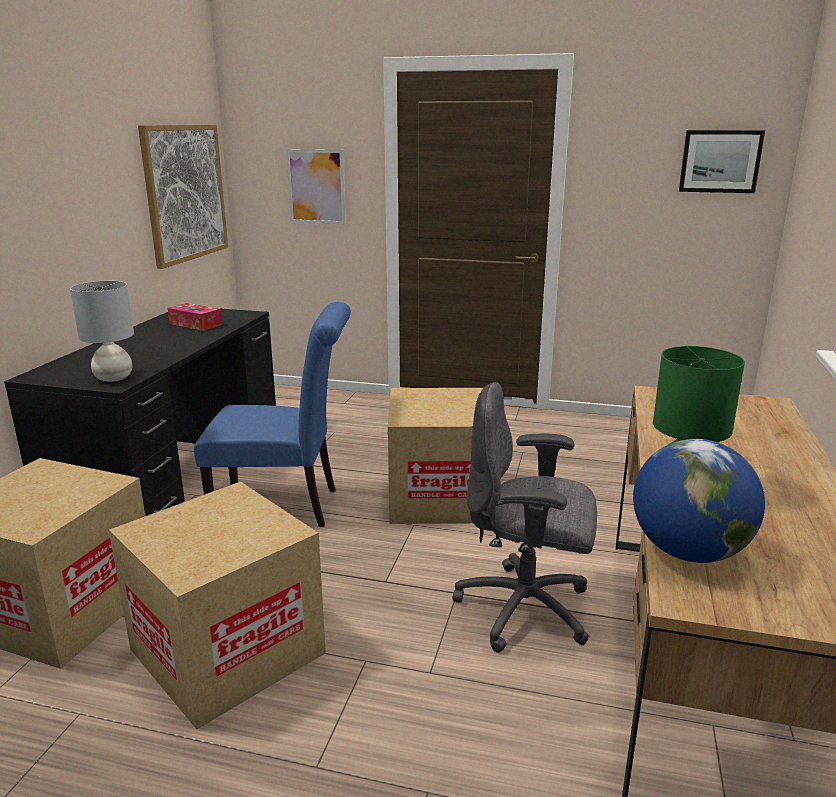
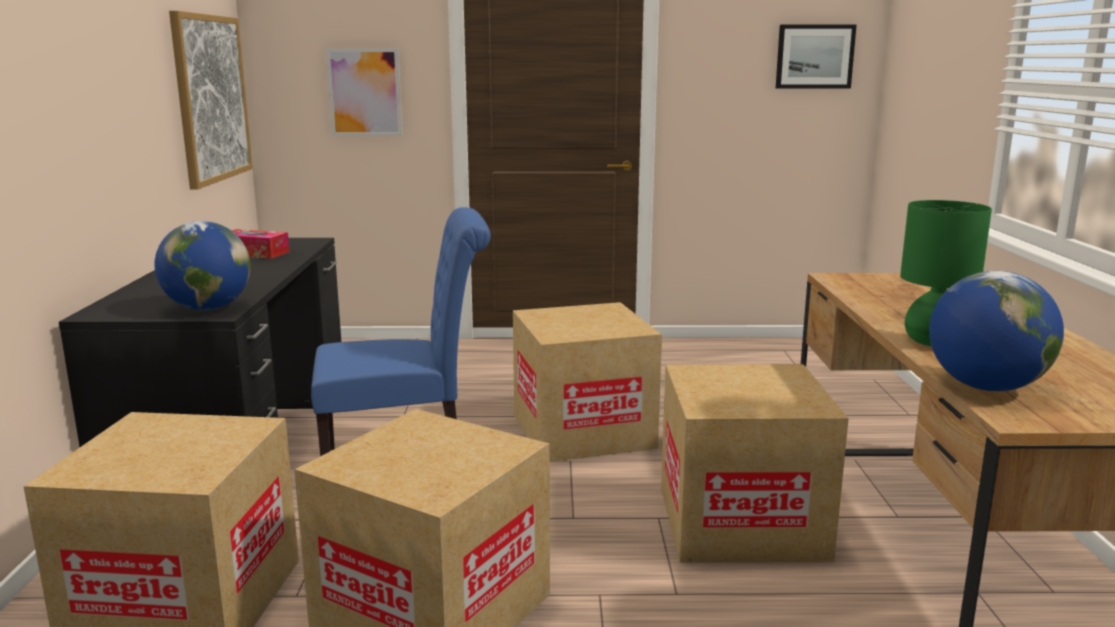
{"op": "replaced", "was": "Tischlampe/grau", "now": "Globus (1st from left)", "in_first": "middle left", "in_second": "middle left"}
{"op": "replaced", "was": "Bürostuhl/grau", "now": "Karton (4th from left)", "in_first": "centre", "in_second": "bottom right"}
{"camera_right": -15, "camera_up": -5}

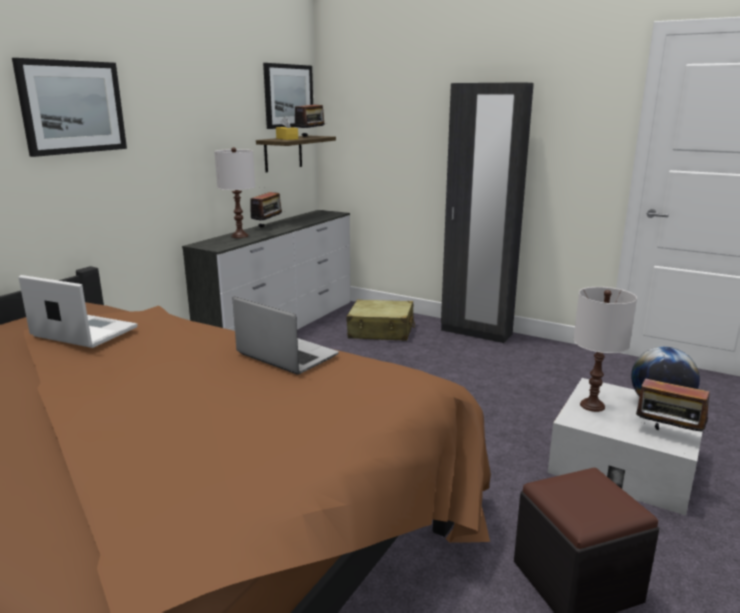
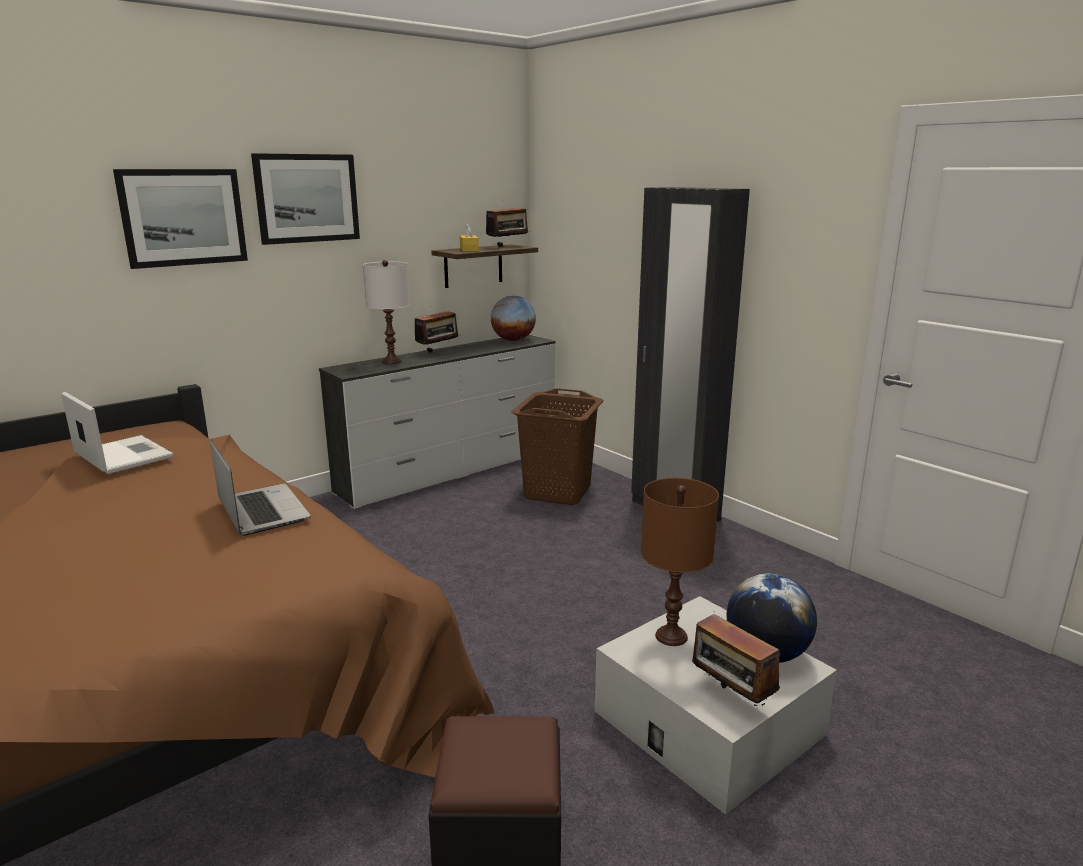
{"op": "moved", "was": "Bild (2nd from left)", "in_first": "top centre", "in_second": "top left"}
{"op": "added", "now": "Globus (1st from left)", "in_second": "centre"}
{"op": "replaced", "was": "Koffer/beige", "now": "Wäschekorb/braun", "in_first": "centre", "in_second": "centre"}
{"op": "recoloured", "was": "Tischlampe/weiß (2nd from left)", "now": "Tischlampe/braun", "in_first": "middle right", "in_second": "centre"}
{"camera_right": 20, "camera_up": 0}

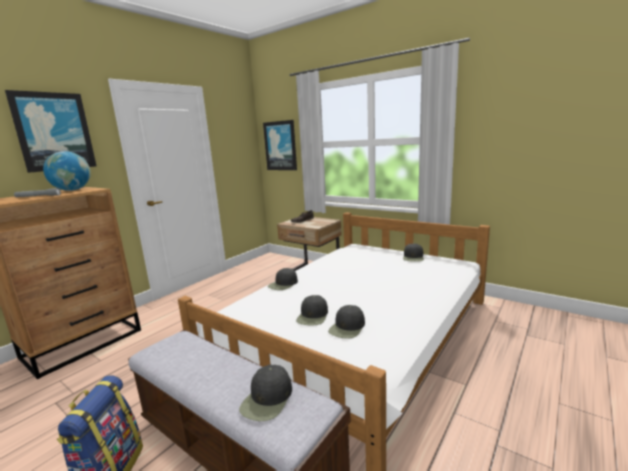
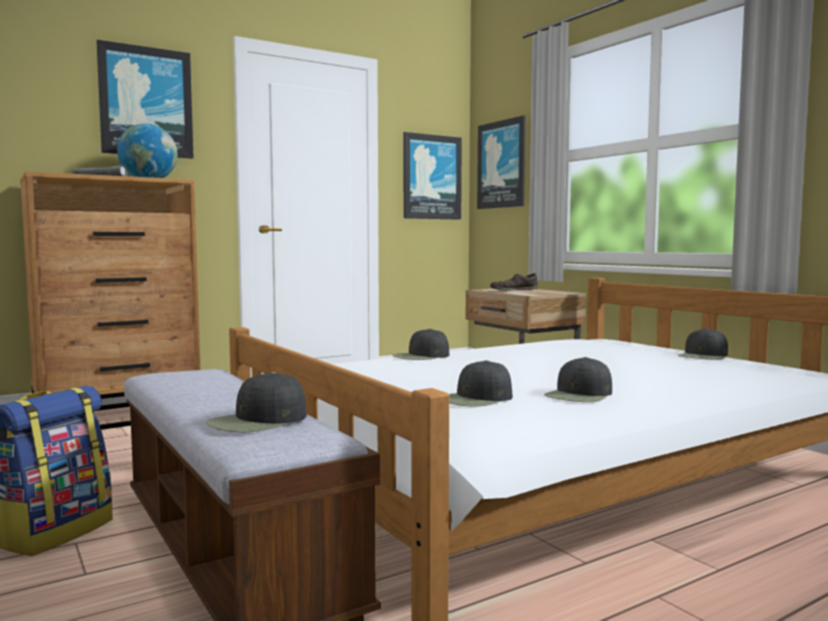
{"op": "added", "now": "Bild (2nd from left)", "in_second": "top centre"}
{"op": "moved", "was": "Kappe/schwarz (3rd from left in the first image)", "now": "Kappe/schwarz (4th from left)", "in_first": "centre", "in_second": "middle right"}
{"camera_right": 20, "camera_up": -10}

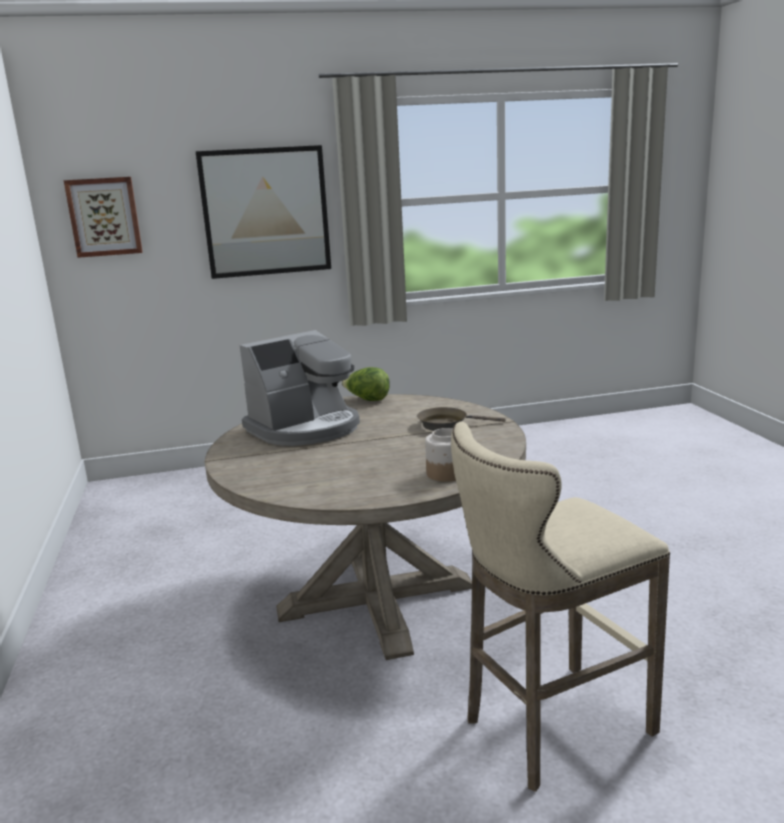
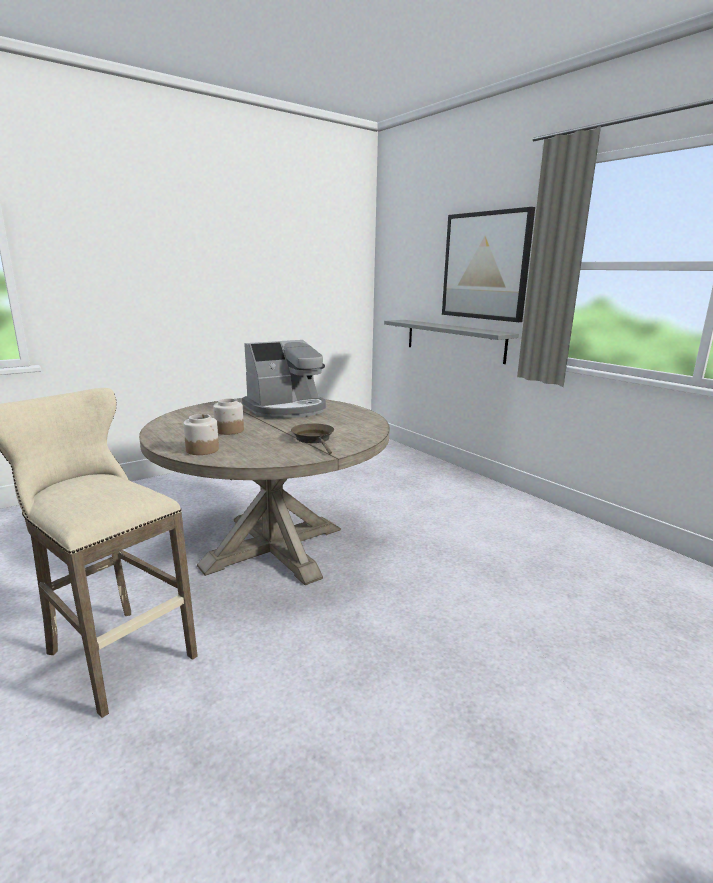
{"op": "added", "now": "Vorratsglas (2nd from left)", "in_second": "middle left"}
{"op": "turned", "was": "Kaffeemaschine", "in_first": "centre", "in_second": "centre", "clockwise": -60}
{"op": "added", "now": "Wandregal/grau", "in_second": "centre"}
{"op": "removed", "was": "Bild (1st from left)", "in_first": "top left"}
{"op": "removed", "was": "Salatkopf", "in_first": "centre"}
{"camera_right": 65, "camera_up": 0}

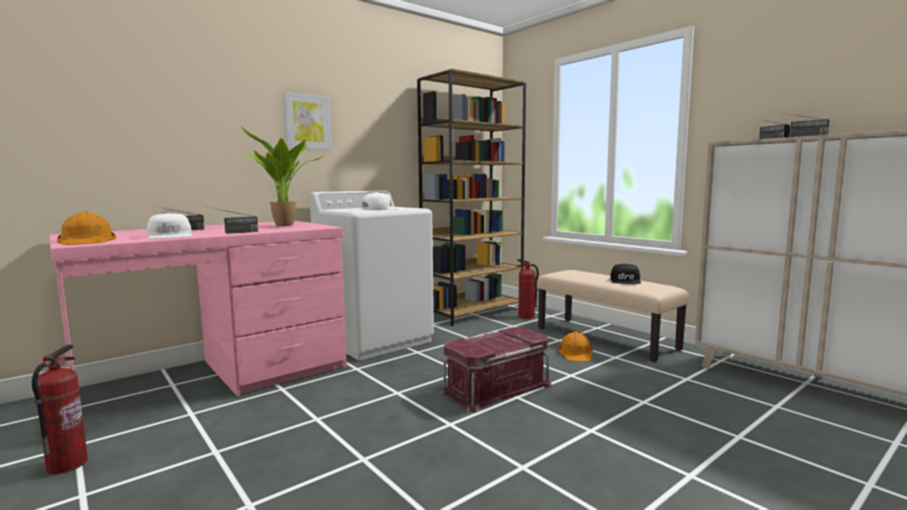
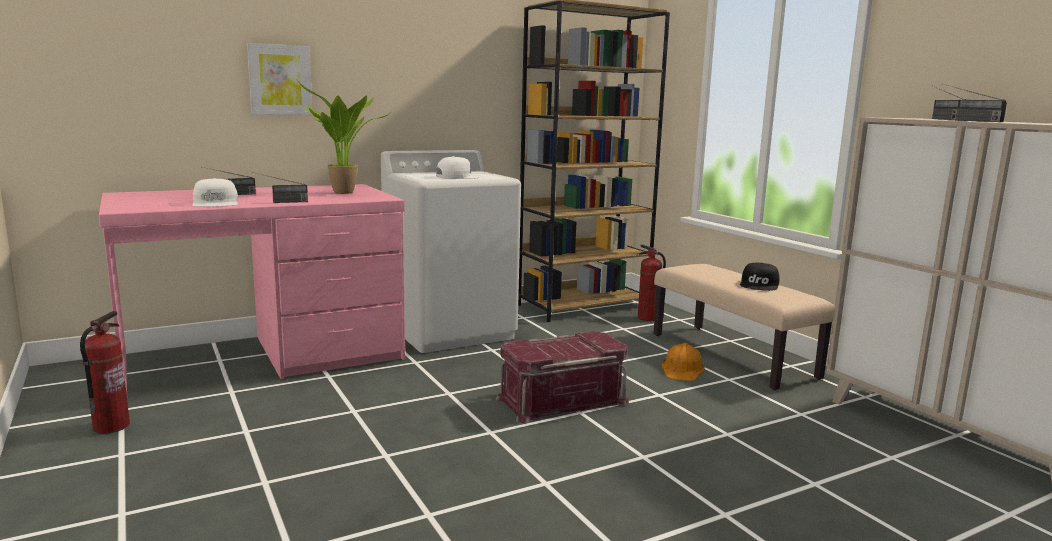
{"op": "moved", "was": "Bild", "in_first": "top centre", "in_second": "top left"}
{"op": "removed", "was": "Schutzhelm/orange (1st from left)", "in_first": "middle left"}
{"camera_right": 10, "camera_up": 5}

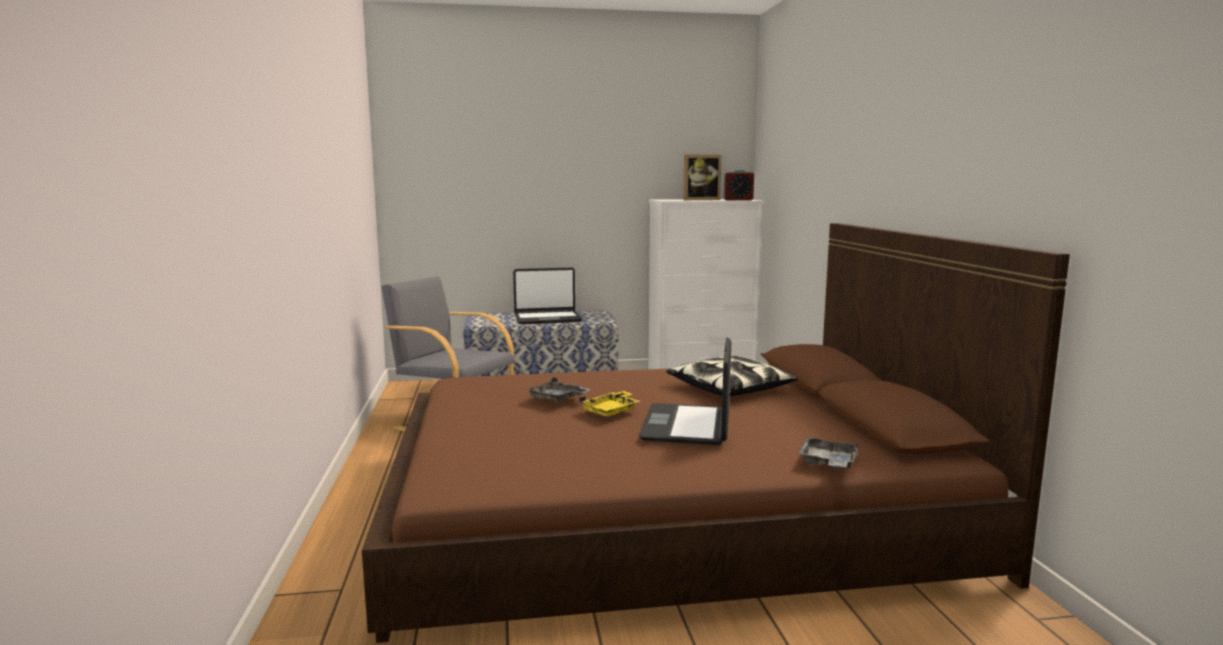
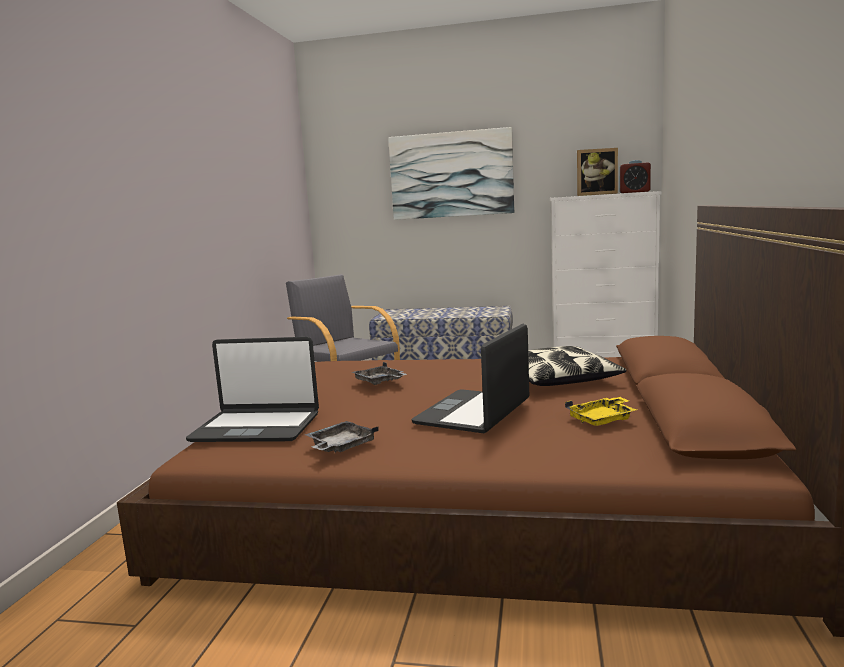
{"op": "moved", "was": "Laptop (1st from left)", "in_first": "centre", "in_second": "middle left"}
{"op": "moved", "was": "Tablett/grau (2nd from left in the first image)", "now": "Tablett/grau (1st from left)", "in_first": "bottom right", "in_second": "centre"}
{"op": "added", "now": "Bild", "in_second": "top centre"}
{"op": "moved", "was": "Tablett/gelb", "in_first": "centre", "in_second": "middle right"}
{"camera_right": 20, "camera_up": 0}

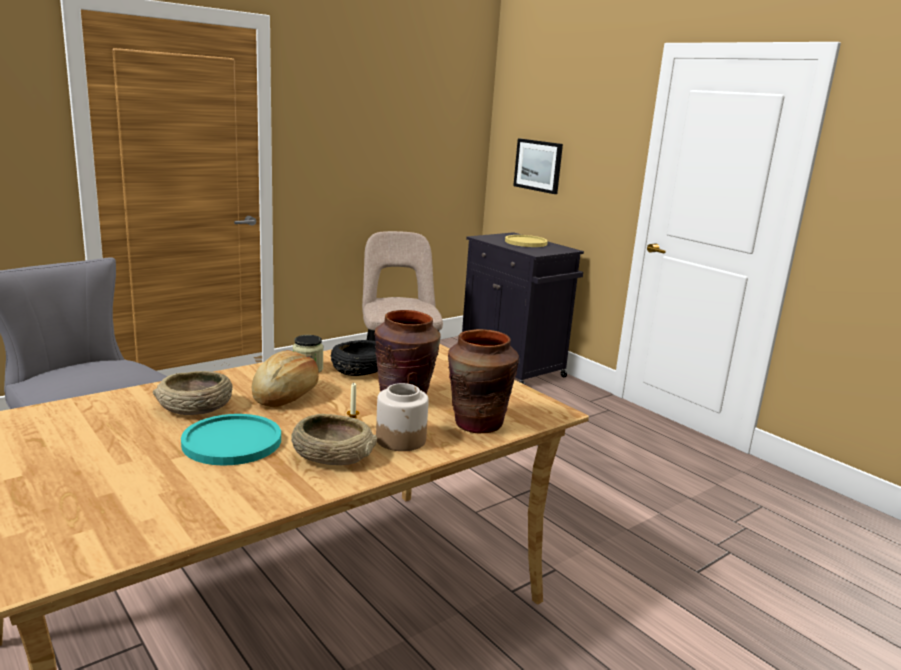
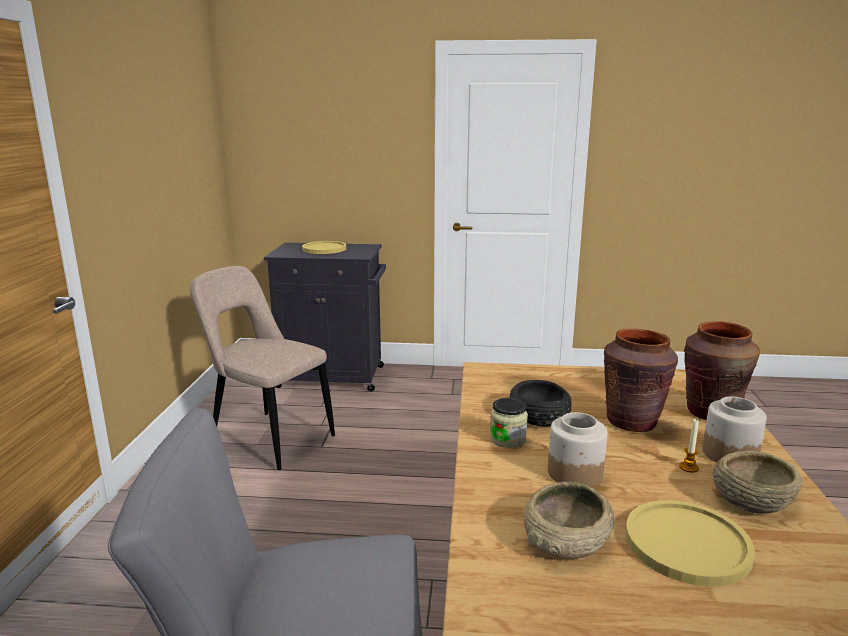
{"op": "replaced", "was": "Brot", "now": "Vorratsglas (2nd from left)", "in_first": "middle left", "in_second": "bottom right"}
{"op": "recoloured", "was": "Teller/türkis", "now": "Teller/gelb (2nd from left)", "in_first": "middle left", "in_second": "bottom right"}
{"op": "removed", "was": "Bild", "in_first": "top centre"}
{"camera_right": -45, "camera_up": 0}

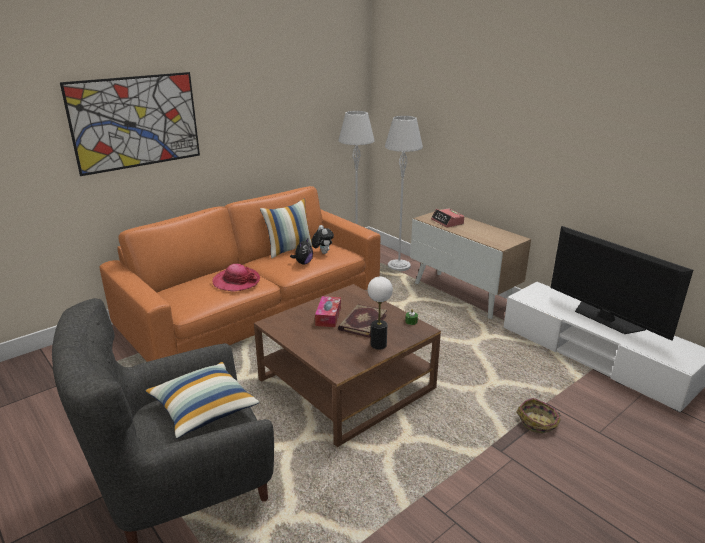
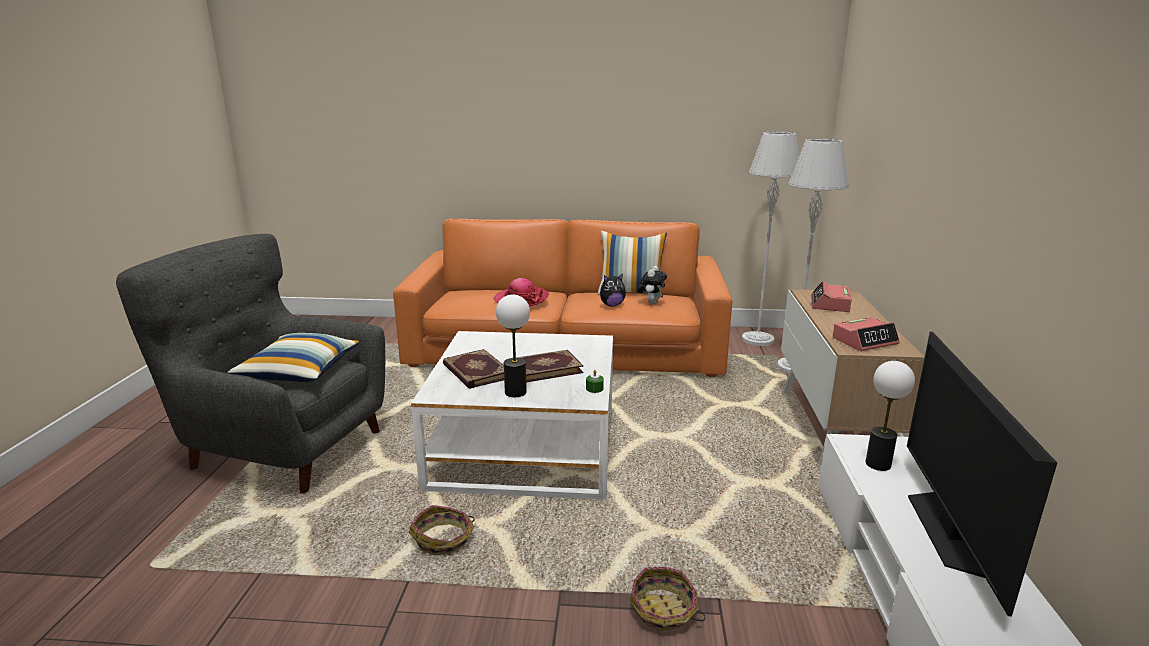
{"op": "added", "now": "Korb (1st from left)", "in_second": "bottom centre"}
{"op": "recoloured", "was": "Couchtisch/braun", "now": "Couchtisch/weiß", "in_first": "bottom centre", "in_second": "centre"}
{"op": "added", "now": "Buch (1st from left)", "in_second": "centre"}
{"op": "added", "now": "Wecker (2nd from left)", "in_second": "middle right"}
{"op": "added", "now": "Tischlampe (2nd from left)", "in_second": "middle right"}
{"op": "removed", "was": "Bild", "in_first": "top left"}
{"op": "removed", "was": "Taschentuchbox", "in_first": "centre"}
{"camera_right": 45, "camera_up": -5}

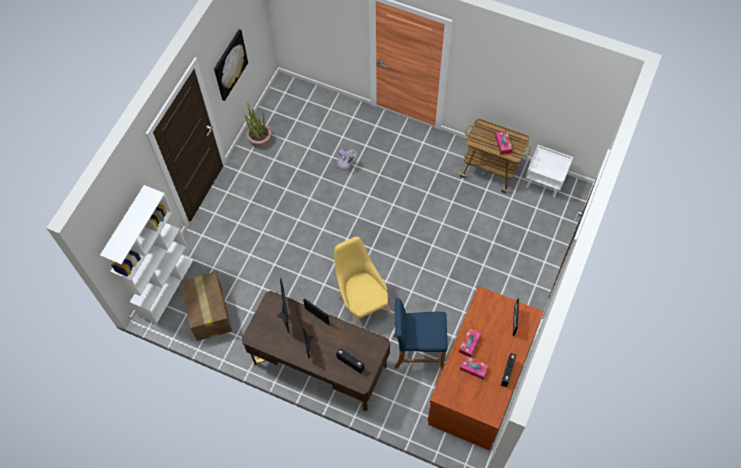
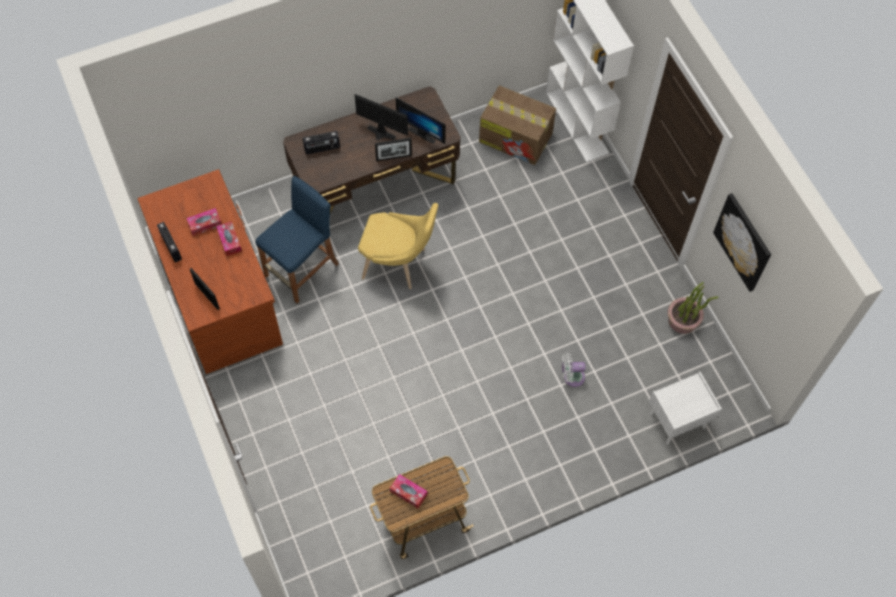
{"op": "moved", "was": "Nachttisch/weiß", "in_first": "middle right", "in_second": "bottom right"}
{"camera_right": 130, "camera_up": 0}

